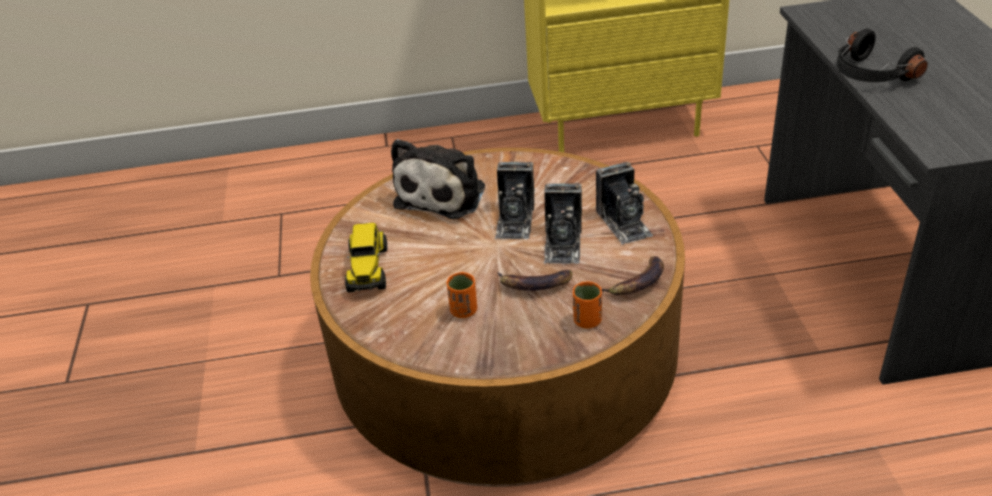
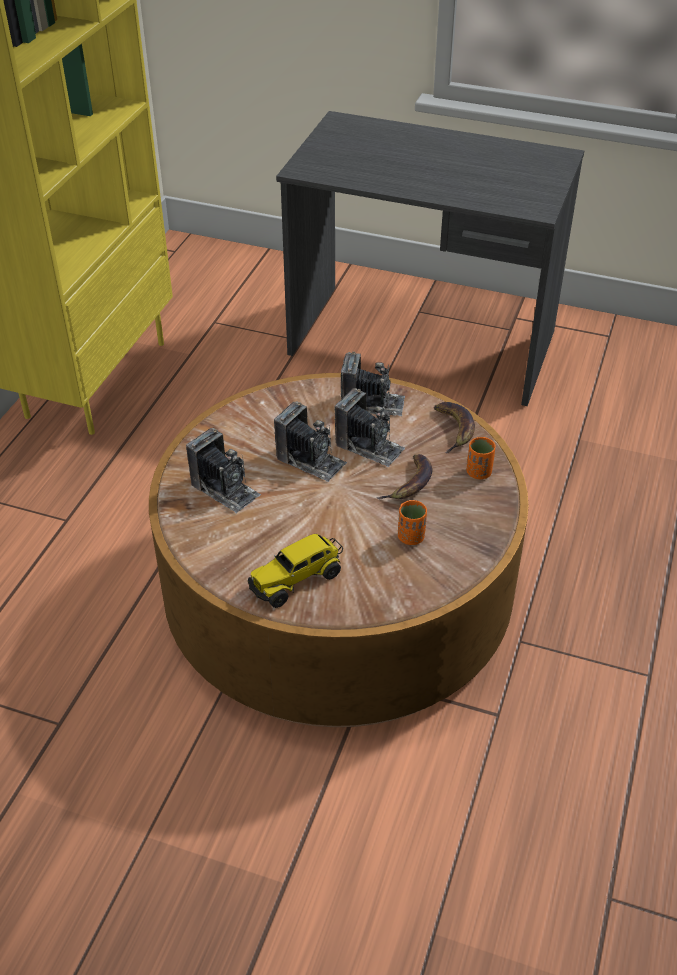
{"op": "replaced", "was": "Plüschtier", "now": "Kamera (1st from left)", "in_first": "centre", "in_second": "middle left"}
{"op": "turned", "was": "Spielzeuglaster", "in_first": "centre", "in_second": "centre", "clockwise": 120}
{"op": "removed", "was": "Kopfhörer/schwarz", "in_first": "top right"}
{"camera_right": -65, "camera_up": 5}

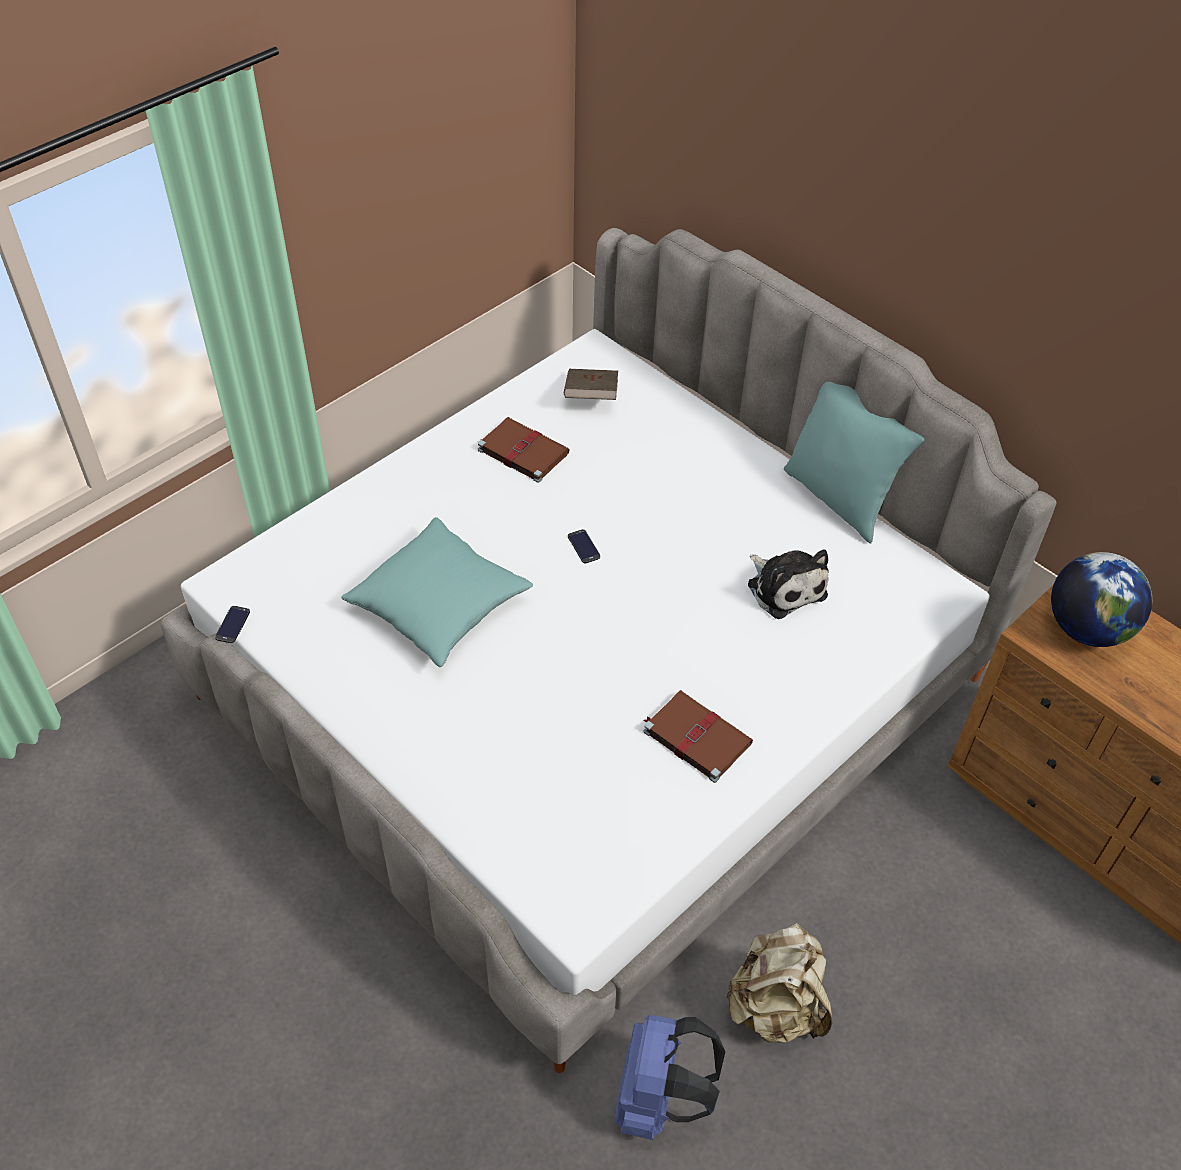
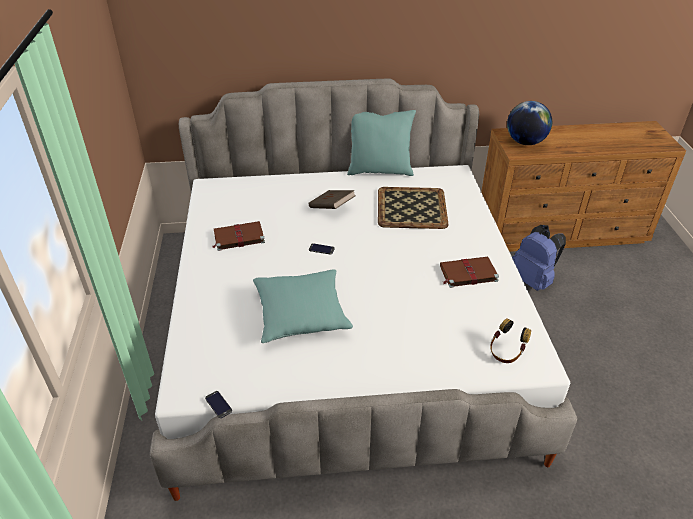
{"op": "moved", "was": "Buch/braun (2nd from left)", "in_first": "top centre", "in_second": "centre"}
{"op": "replaced", "was": "Plüschtier", "now": "Tablett", "in_first": "middle right", "in_second": "centre"}
{"op": "added", "now": "Kopfhörer", "in_second": "middle right"}
{"op": "moved", "was": "Rucksack/blau", "in_first": "bottom centre", "in_second": "middle right"}
{"op": "removed", "was": "Rucksack/beige", "in_first": "bottom centre"}
{"camera_right": -50, "camera_up": -10}

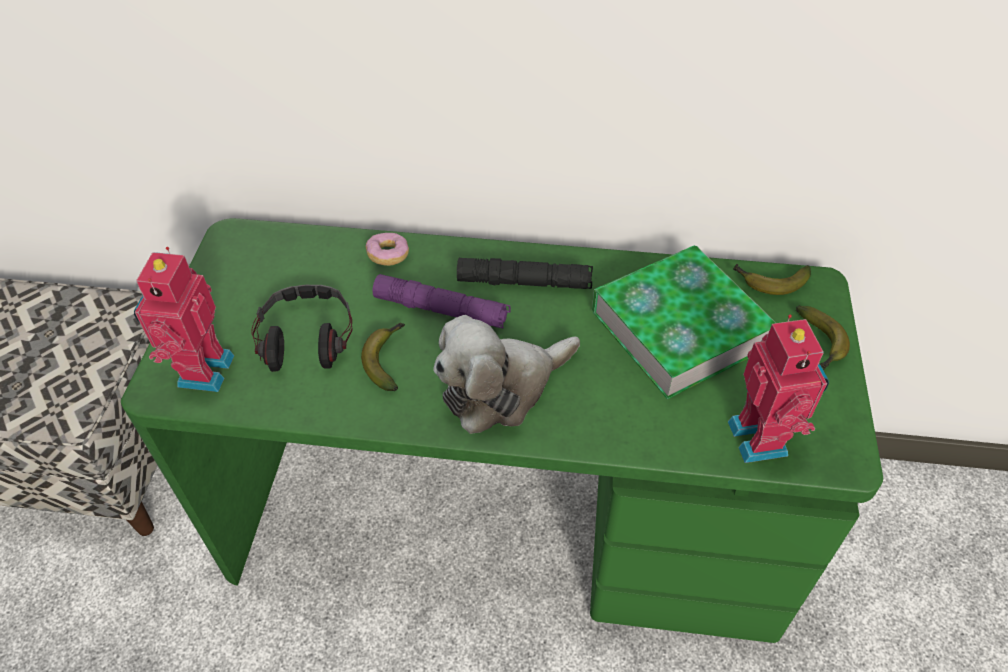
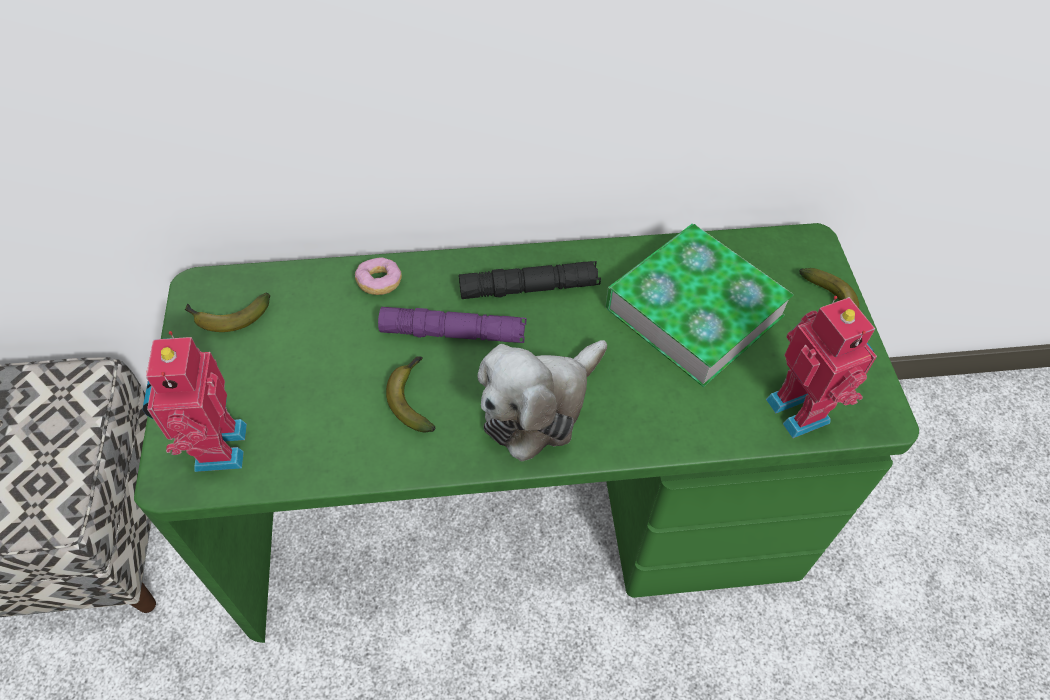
{"op": "moved", "was": "Banane (2nd from left in the first image)", "now": "Banane (1st from left)", "in_first": "middle right", "in_second": "middle left"}
{"op": "removed", "was": "Kopfhörer", "in_first": "middle left"}
{"camera_right": -15, "camera_up": 5}

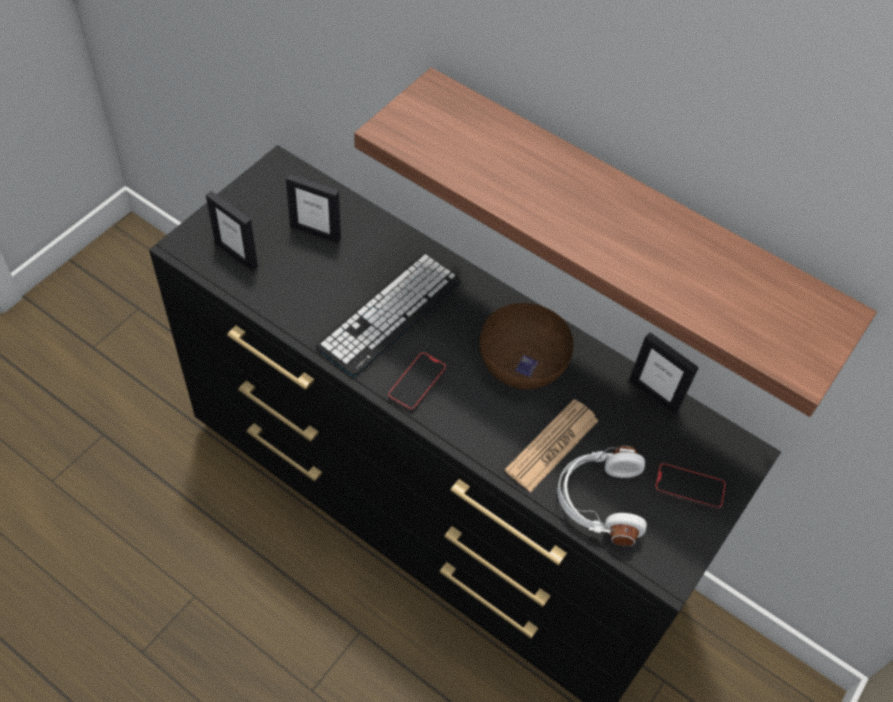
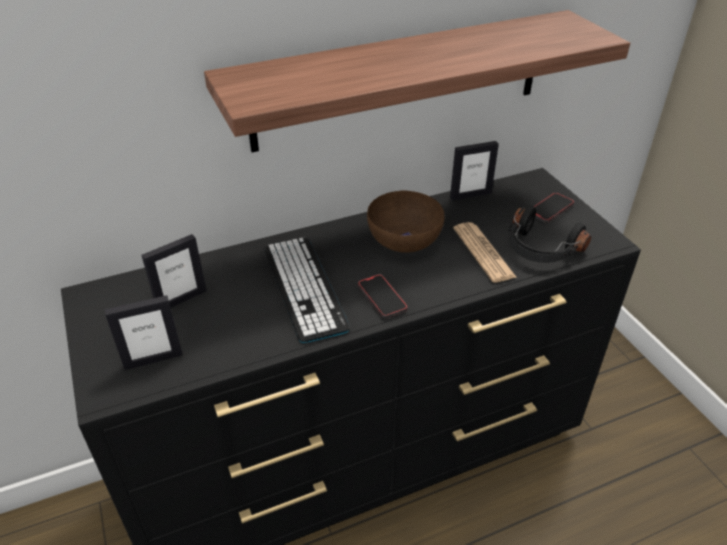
{"op": "recoloured", "was": "Kopfhörer/weiß", "now": "Kopfhörer/schwarz", "in_first": "bottom right", "in_second": "middle right"}
{"camera_right": -55, "camera_up": -15}

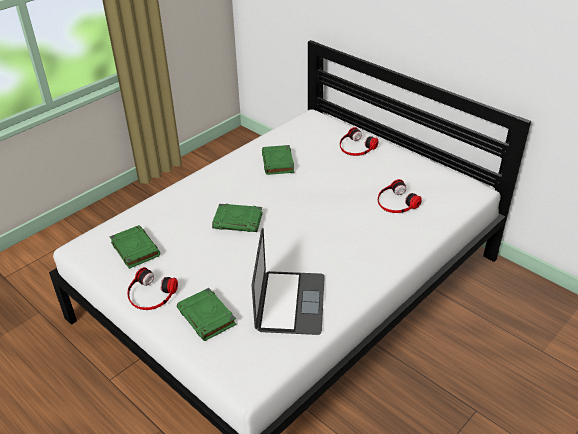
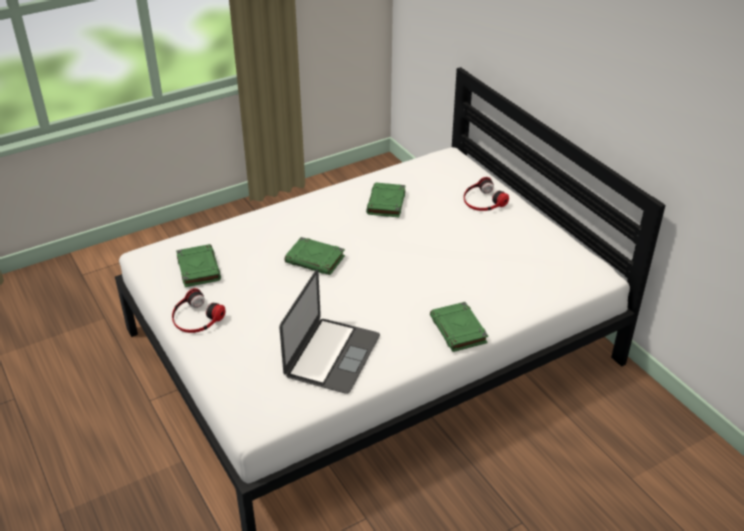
{"op": "moved", "was": "Buch/grün (2nd from left in the first image)", "now": "Buch/grün (4th from left)", "in_first": "bottom centre", "in_second": "centre"}
{"op": "removed", "was": "Kopfhörer (3rd from left)", "in_first": "middle right"}
{"camera_right": 15, "camera_up": 0}

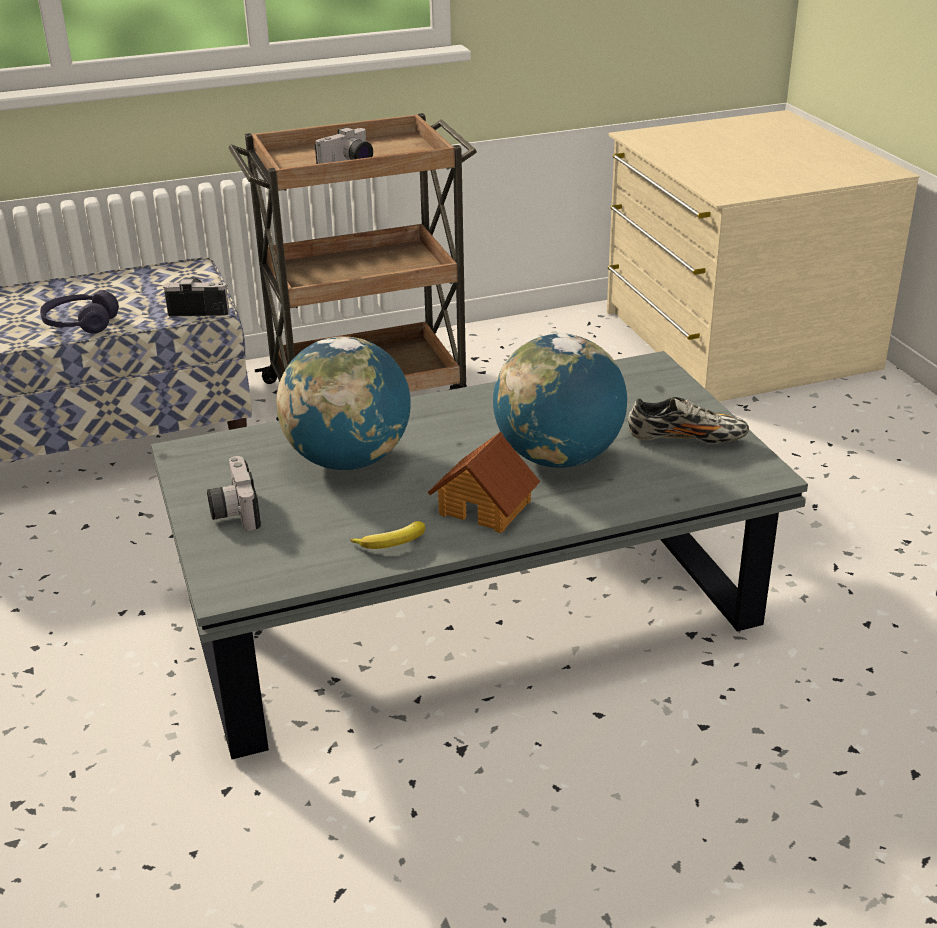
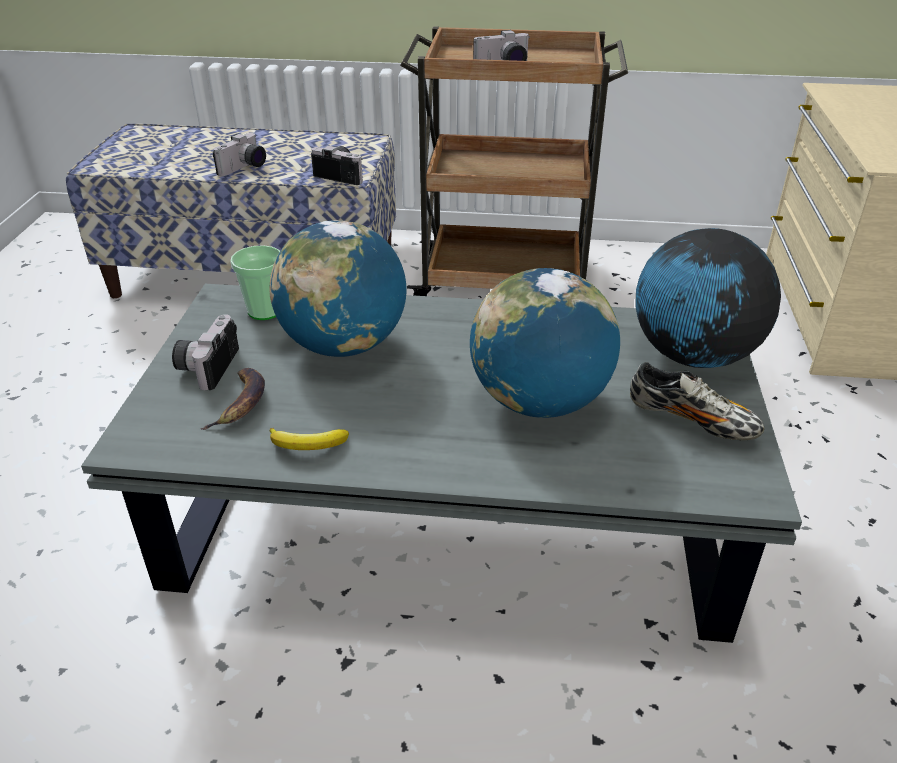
{"op": "added", "now": "Banane (1st from left)", "in_second": "middle left"}
{"op": "replaced", "was": "Kopfhörer/lila", "now": "Kamera (2nd from left)", "in_first": "middle left", "in_second": "top left"}
{"op": "added", "now": "Tasse", "in_second": "middle left"}
{"op": "added", "now": "Globus (3rd from left)", "in_second": "middle right"}
{"op": "removed", "was": "Spielzeughaus", "in_first": "centre"}
{"camera_right": 25, "camera_up": 5}

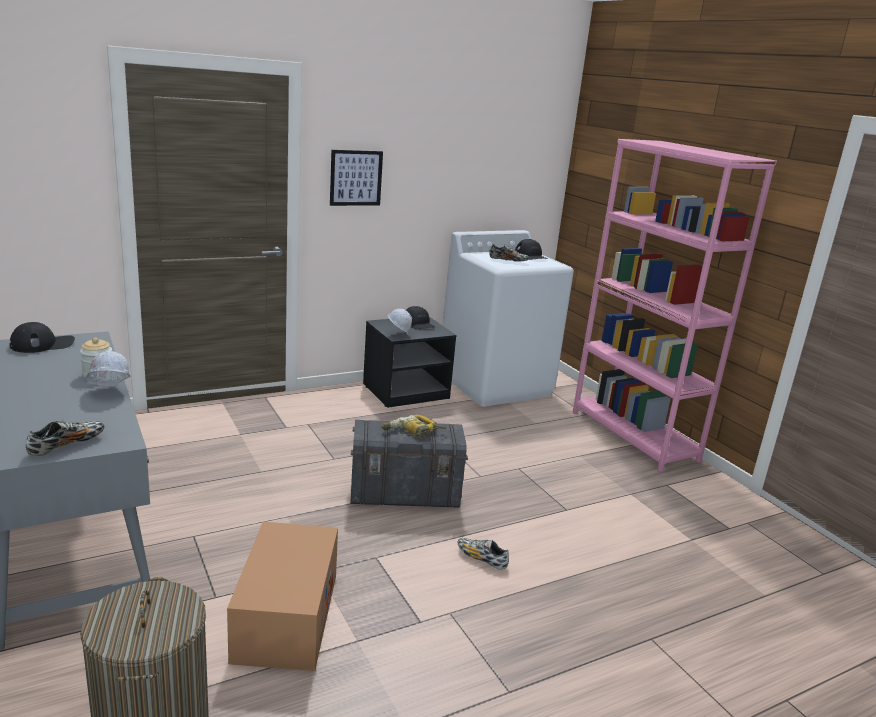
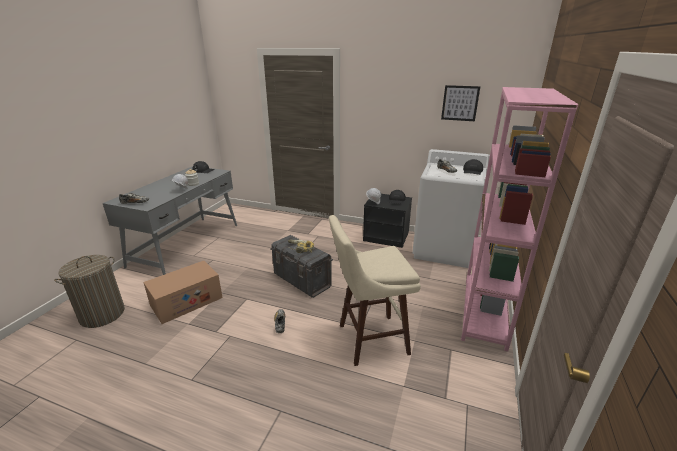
{"op": "added", "now": "Hocker/beige", "in_second": "centre"}
{"op": "moved", "was": "Bild", "in_first": "top centre", "in_second": "top right"}
{"camera_right": 50, "camera_up": 5}

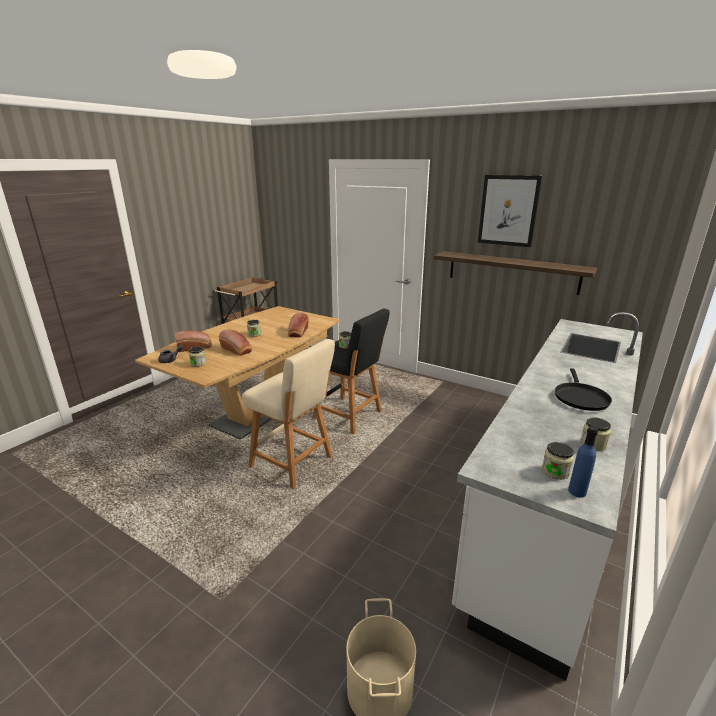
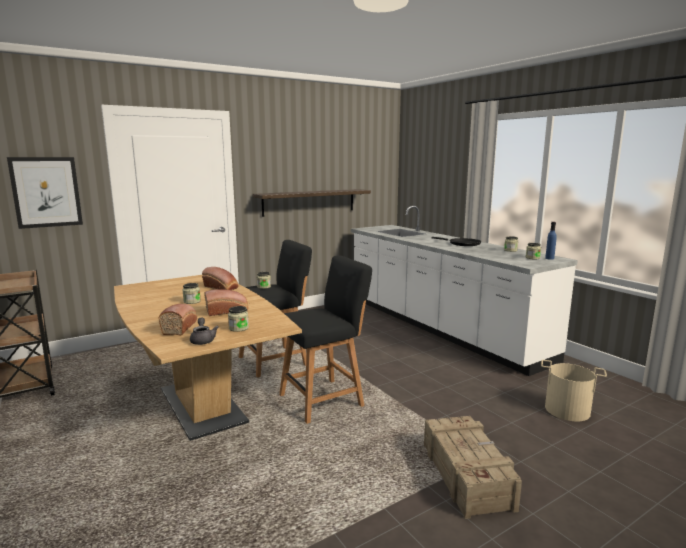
{"op": "moved", "was": "Bild", "in_first": "top right", "in_second": "middle left"}
{"op": "recoloured", "was": "Hocker/beige", "now": "Hocker/schwarz (2nd from left)", "in_first": "centre", "in_second": "centre"}
{"op": "added", "now": "Kiste", "in_second": "bottom right"}
{"camera_right": -65, "camera_up": -10}

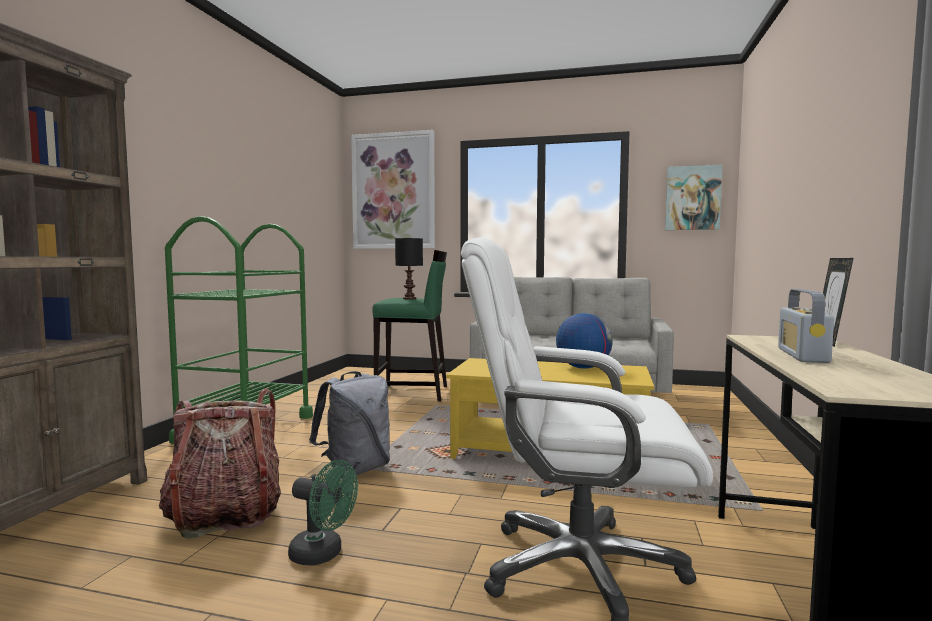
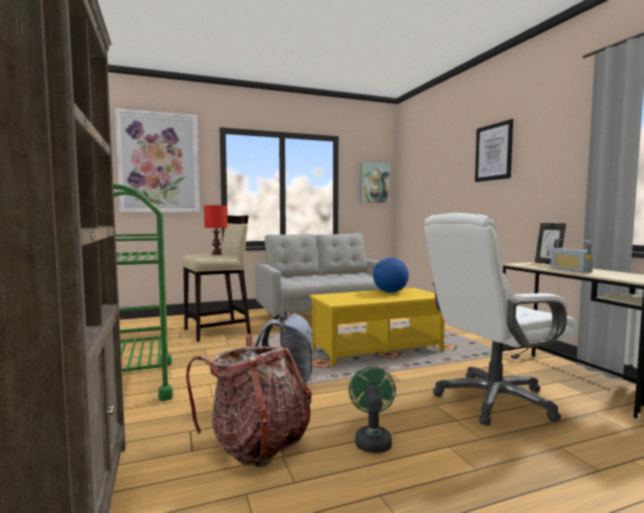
{"op": "recoloured", "was": "Hocker/grün", "now": "Hocker/beige", "in_first": "centre", "in_second": "centre"}
{"op": "recoloured", "was": "Tischlampe/schwarz", "now": "Tischlampe/rot", "in_first": "centre", "in_second": "centre"}
{"op": "turned", "was": "Ventilator/grün", "in_first": "bottom centre", "in_second": "bottom centre", "clockwise": -75}
{"op": "added", "now": "Bild (3rd from left)", "in_second": "top right"}
{"camera_right": -35, "camera_up": 0}

